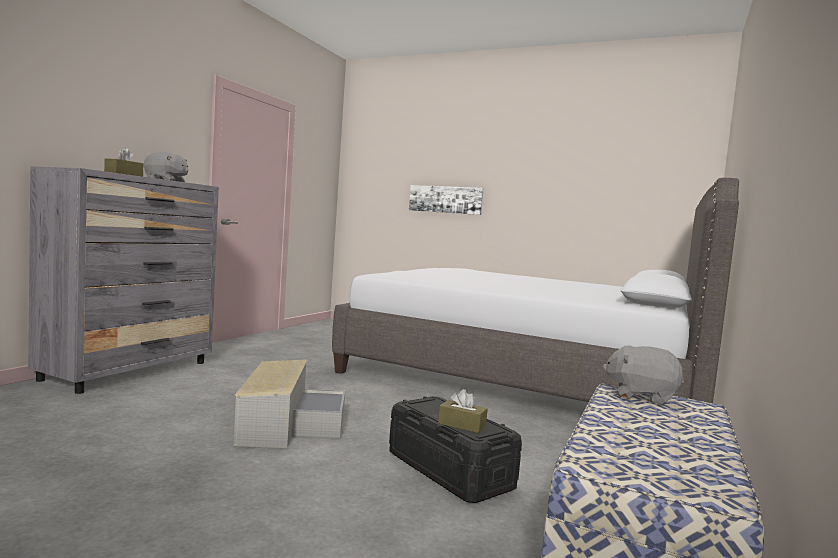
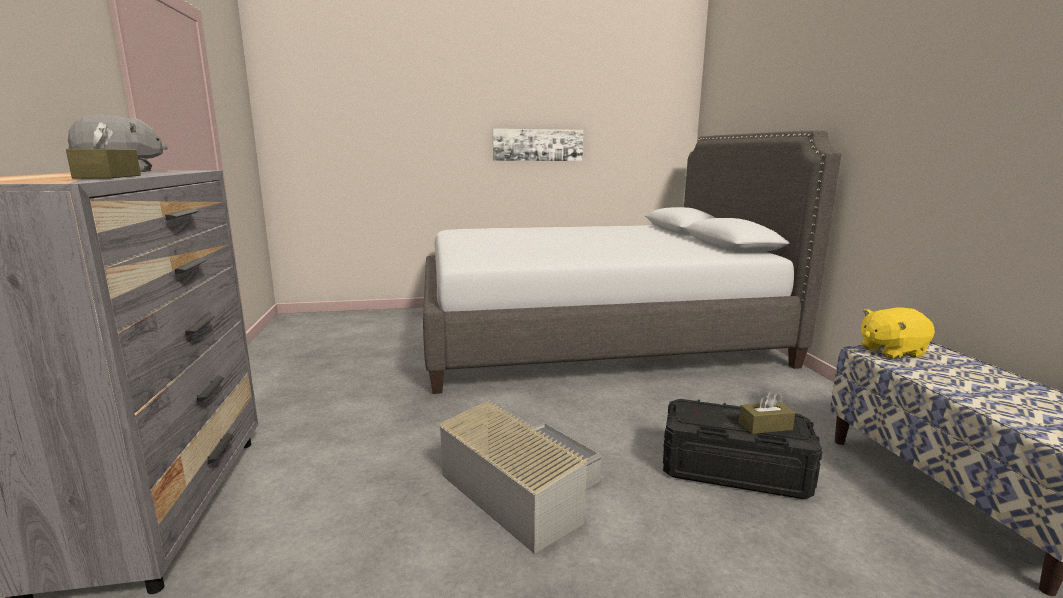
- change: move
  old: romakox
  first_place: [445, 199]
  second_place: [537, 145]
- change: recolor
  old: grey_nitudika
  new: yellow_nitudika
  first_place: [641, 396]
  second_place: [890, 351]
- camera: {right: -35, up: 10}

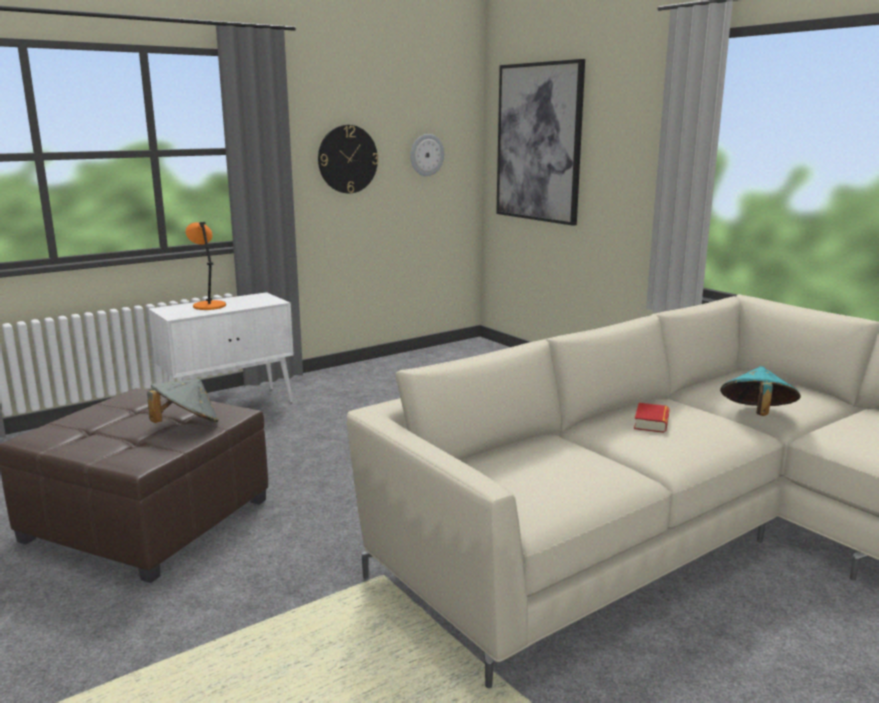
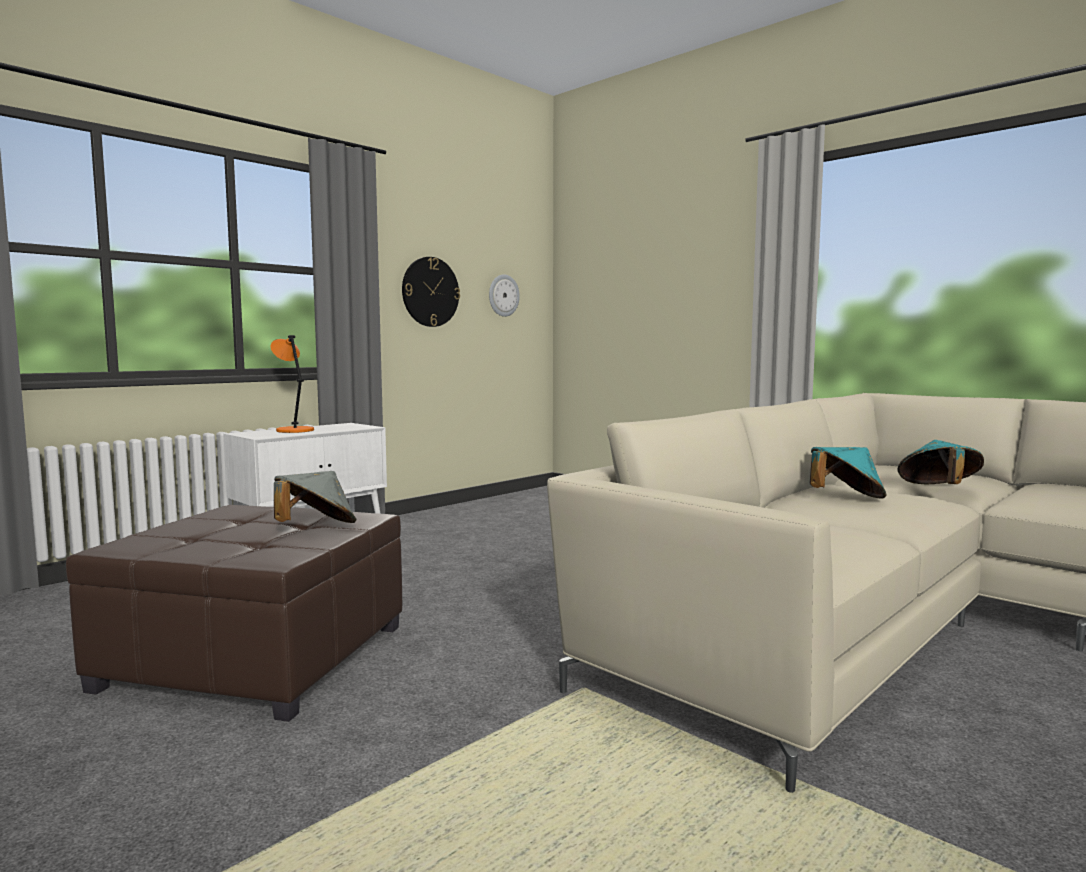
- change: delete
  old: romakox
  first_place: [539, 143]
- change: replace
  old: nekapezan
  new: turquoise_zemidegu
  first_place: [651, 423]
  second_place: [845, 498]
- camera: {right: -10, up: -10}

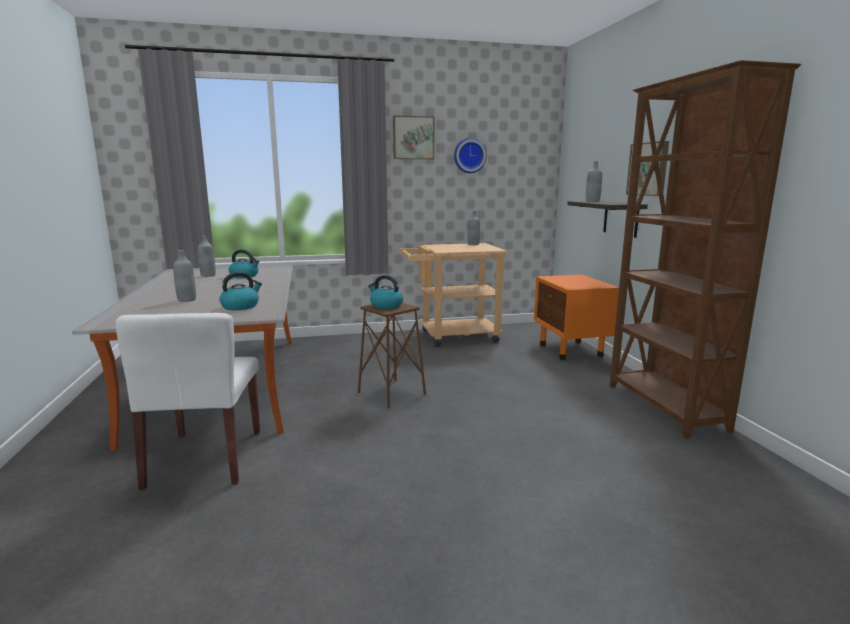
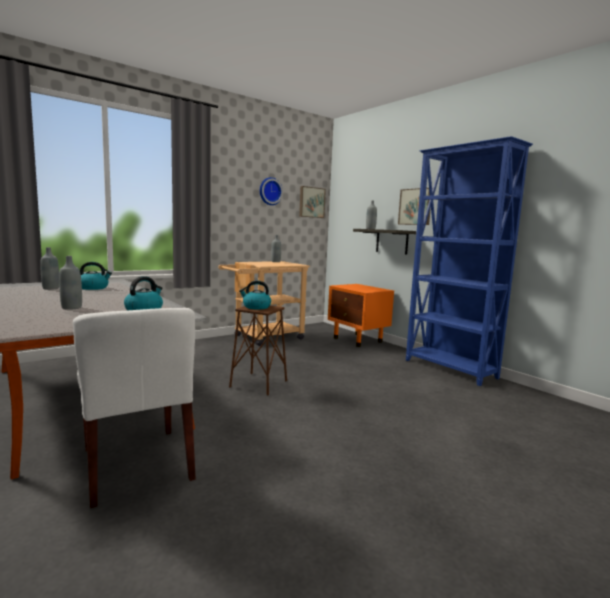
- change: recolor
  old: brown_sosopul
  new: blue_sosopul
  first_place: [664, 407]
  second_place: [450, 369]
- change: move
  old: romakox
  first_place: [413, 138]
  second_place: [311, 202]
- camera: {right: -25, up: -5}

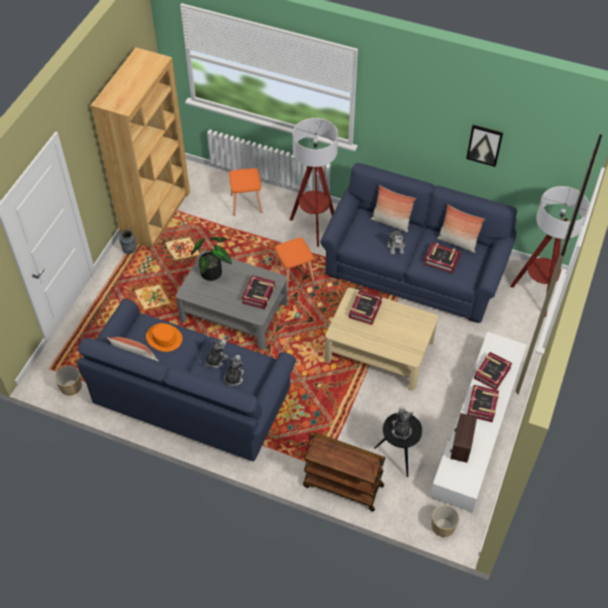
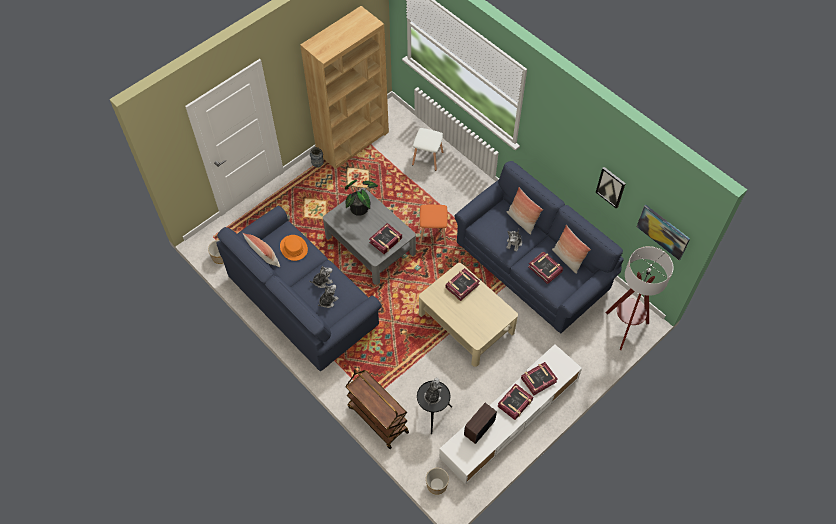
- change: delete
  old: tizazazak
  first_place: [314, 226]
- change: recolor
  old: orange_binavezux
  new: white_binavezux
  first_place: [247, 203]
  second_place: [428, 158]
- change: insert
  new: romakox
  second_place: [663, 231]
- camera: {right: 25, up: 5}

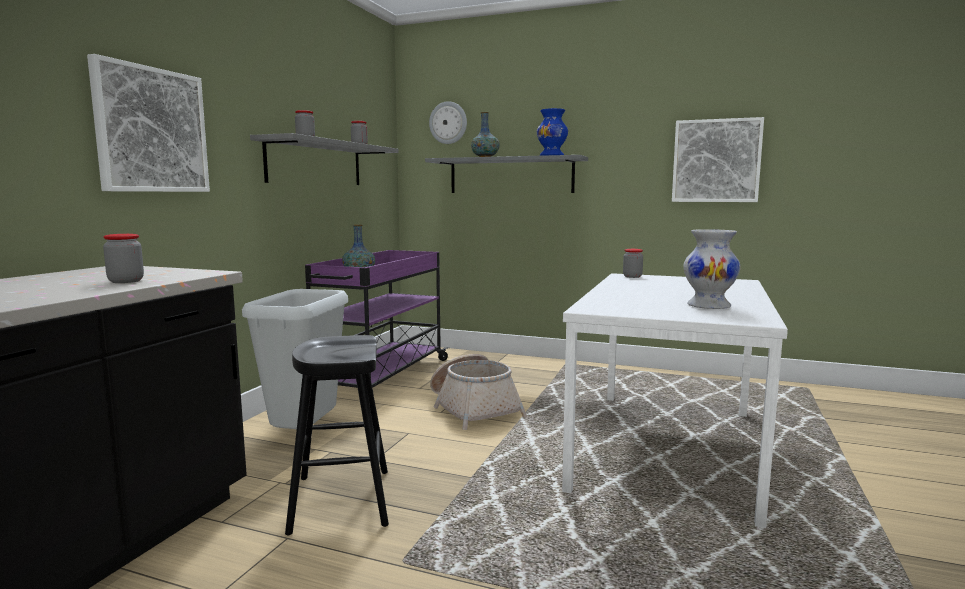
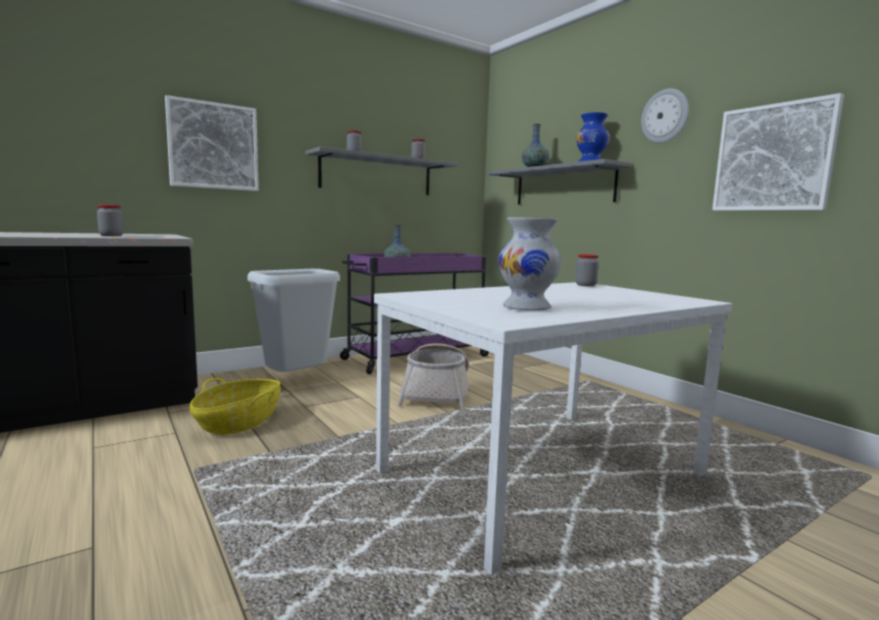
- change: move
  old: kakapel
  first_place: [448, 123]
  second_place: [665, 116]
- change: replace
  old: black_binavezux
  new: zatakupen
  first_place: [341, 500]
  second_place: [239, 423]
- camera: {right: 35, up: 0}

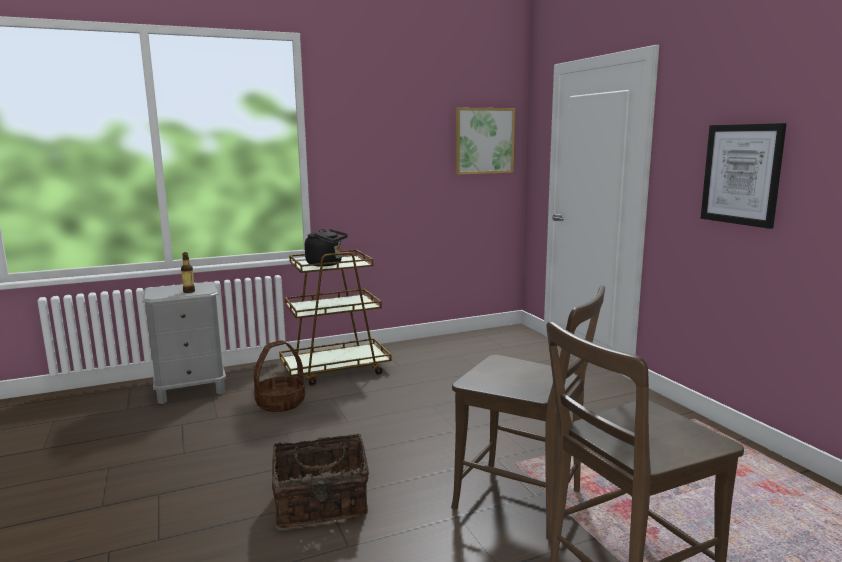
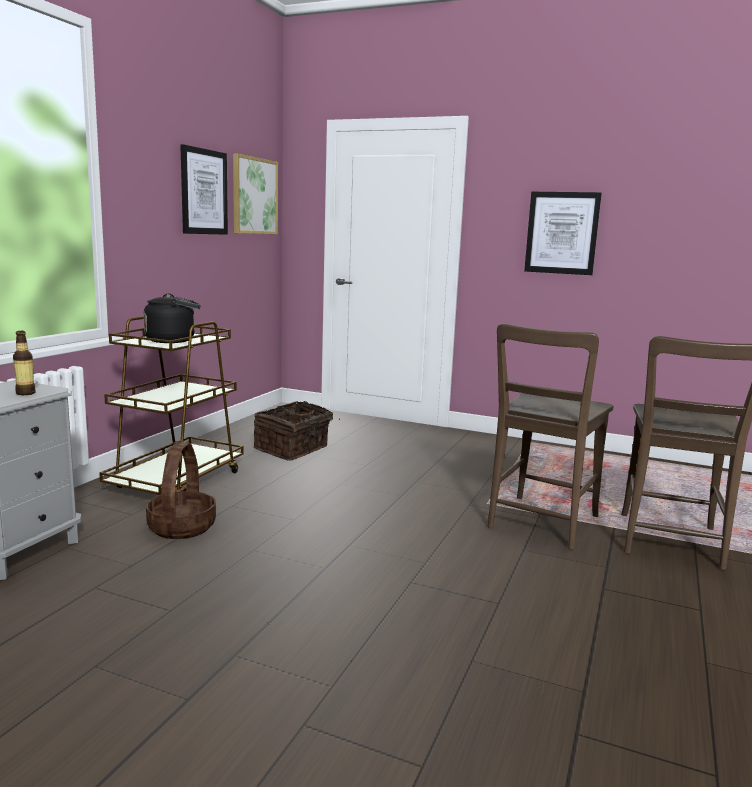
- change: rotate
  old: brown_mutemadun
  first_place: [524, 501]
  second_place: [541, 524]
  degrees: 135
- change: move
  old: zatakupen
  first_place: [321, 504]
  second_place: [293, 449]
- change: insert
  new: romakox
  second_place: [204, 192]
- camera: {right: -45, up: 0}

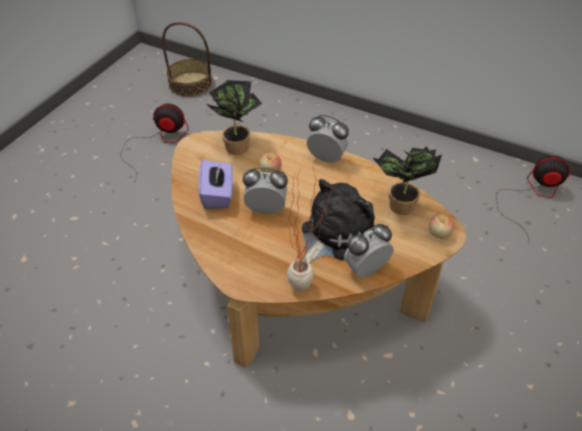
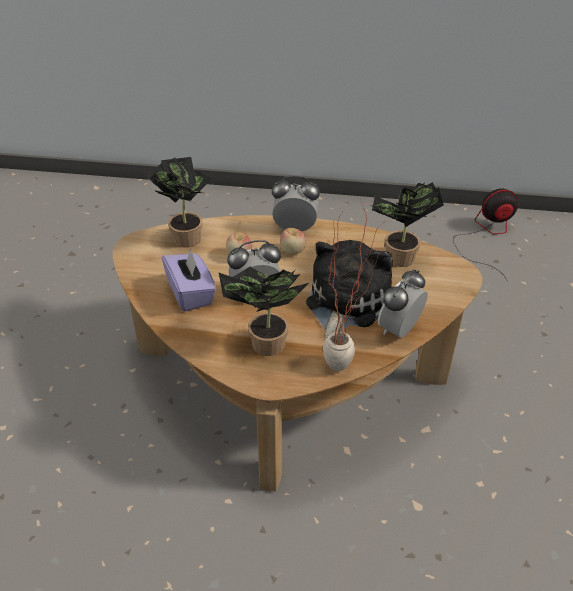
- change: delete
  old: zatakupen
  first_place: [190, 84]
- change: delete
  old: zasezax
  first_place: [158, 142]
- change: move
  old: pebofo
  first_place: [439, 234]
  second_place: [292, 251]
- change: insert
  new: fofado
  second_place: [263, 346]
- camera: {right: -20, up: -5}

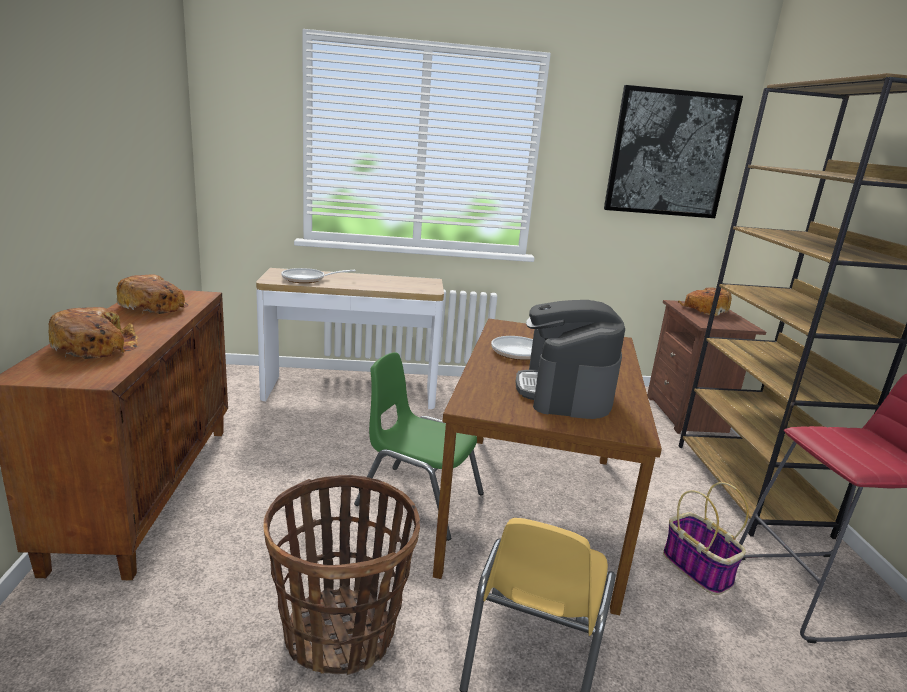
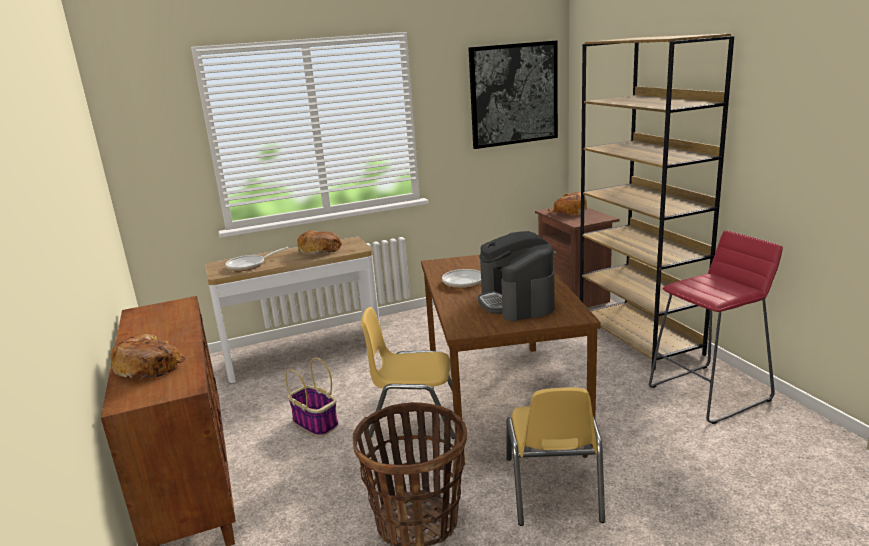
- change: move
  old: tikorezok
  first_place: [154, 306]
  second_place: [319, 250]
- change: recolor
  old: green_mutemadun
  new: yellow_mutemadun
  first_place: [419, 500]
  second_place: [415, 418]
- change: move
  old: zatakupen
  first_place: [698, 569]
  second_place: [316, 423]
- camera: {right: -15, up: 0}

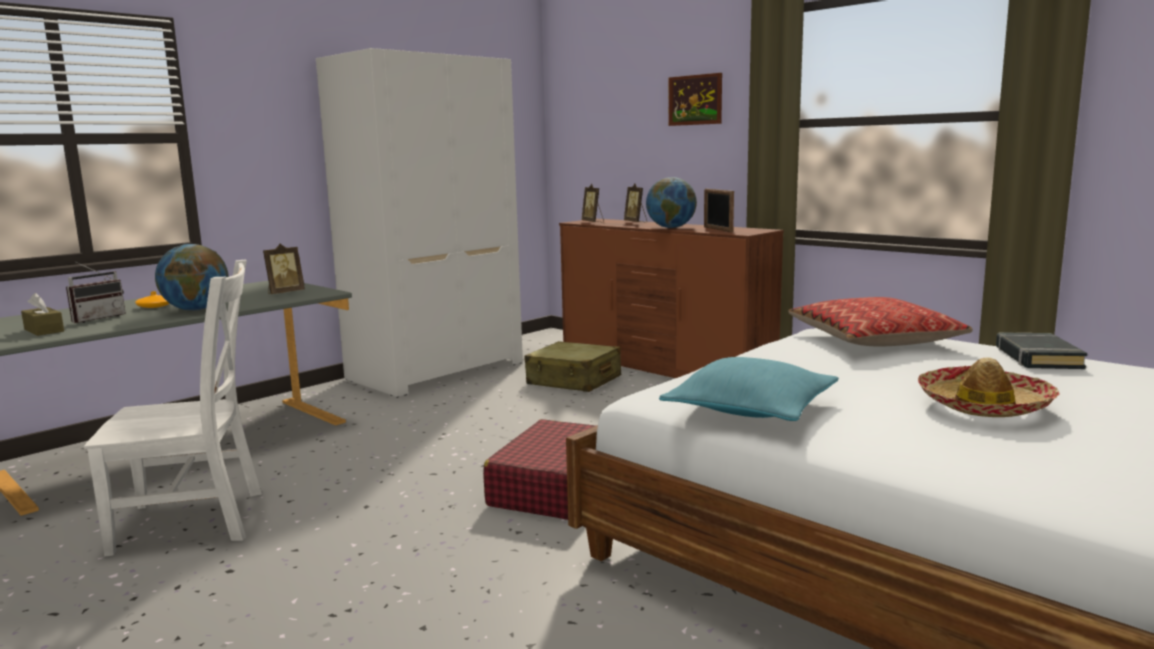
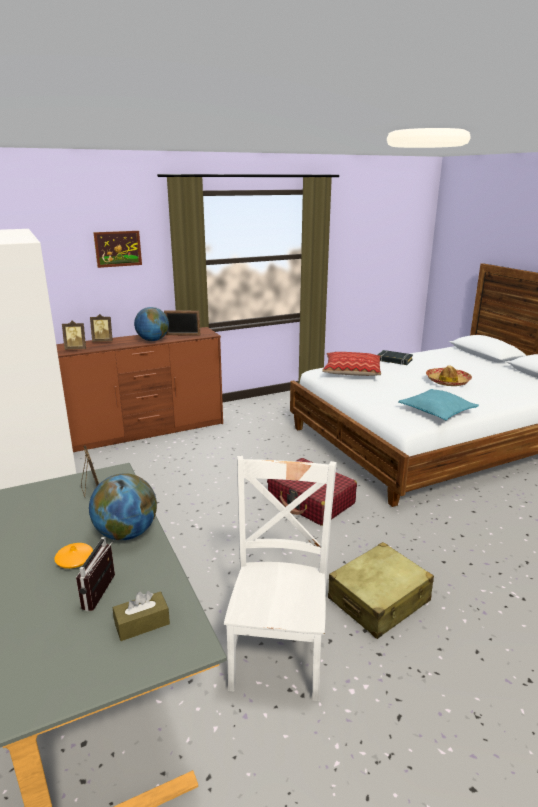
- change: rotate
  old: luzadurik
  first_place: [97, 318]
  second_place: [105, 593]
  degrees: -135
- change: move
  old: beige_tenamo
  first_place: [574, 381]
  second_place: [379, 600]
- camera: {right: -70, up: 10}

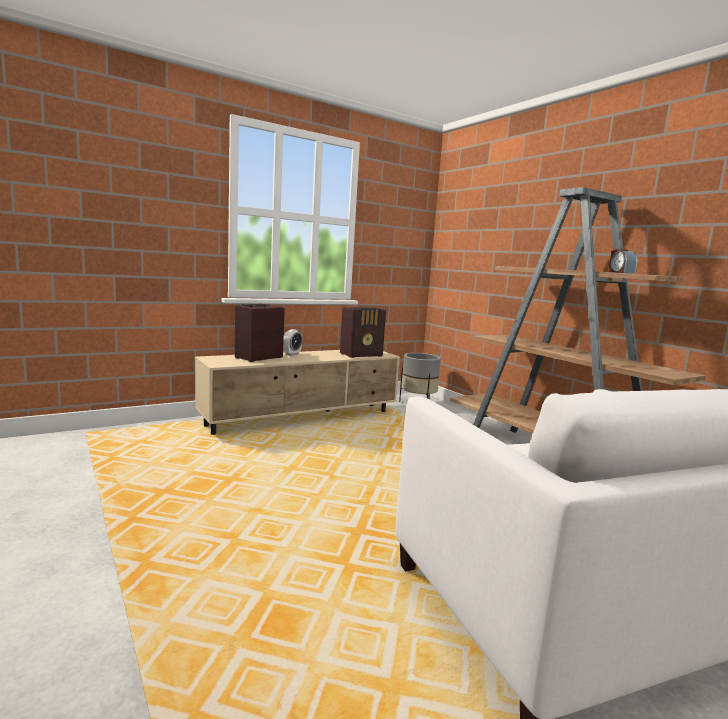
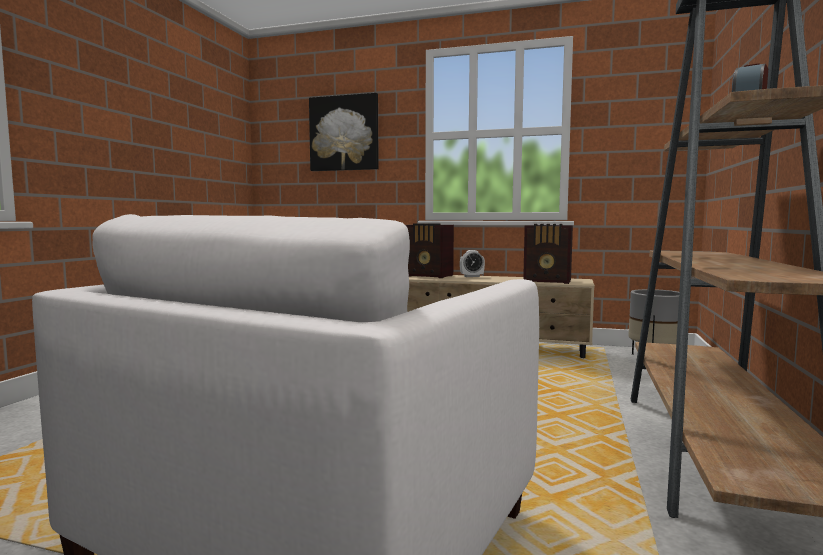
- change: rotate
  old: luzadurik
  first_place: [257, 357]
  second_place: [430, 276]
  degrees: -150
- change: insert
  new: romakox
  second_place: [344, 133]
- camera: {right: 50, up: -5}

